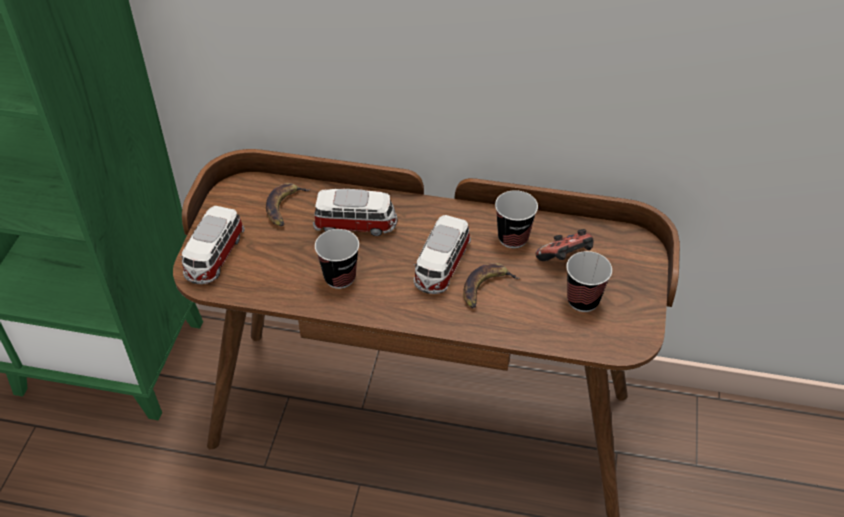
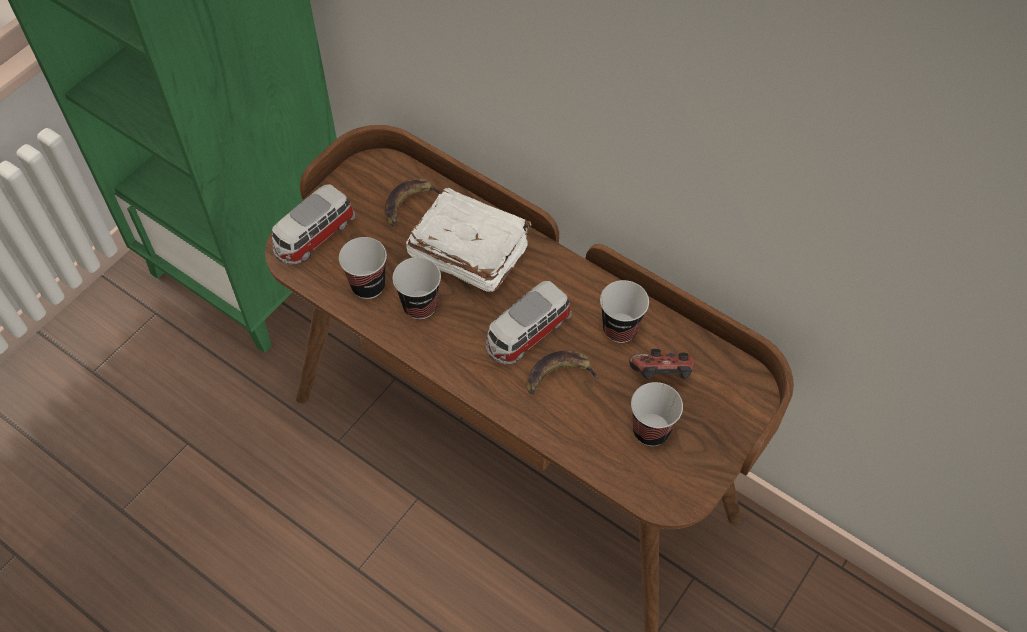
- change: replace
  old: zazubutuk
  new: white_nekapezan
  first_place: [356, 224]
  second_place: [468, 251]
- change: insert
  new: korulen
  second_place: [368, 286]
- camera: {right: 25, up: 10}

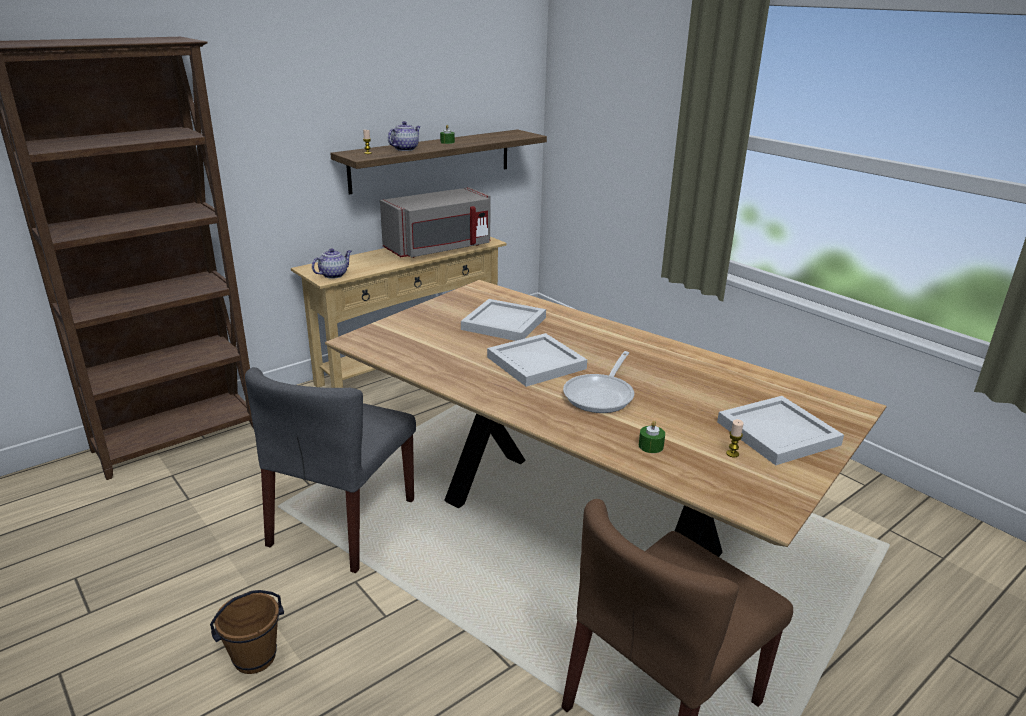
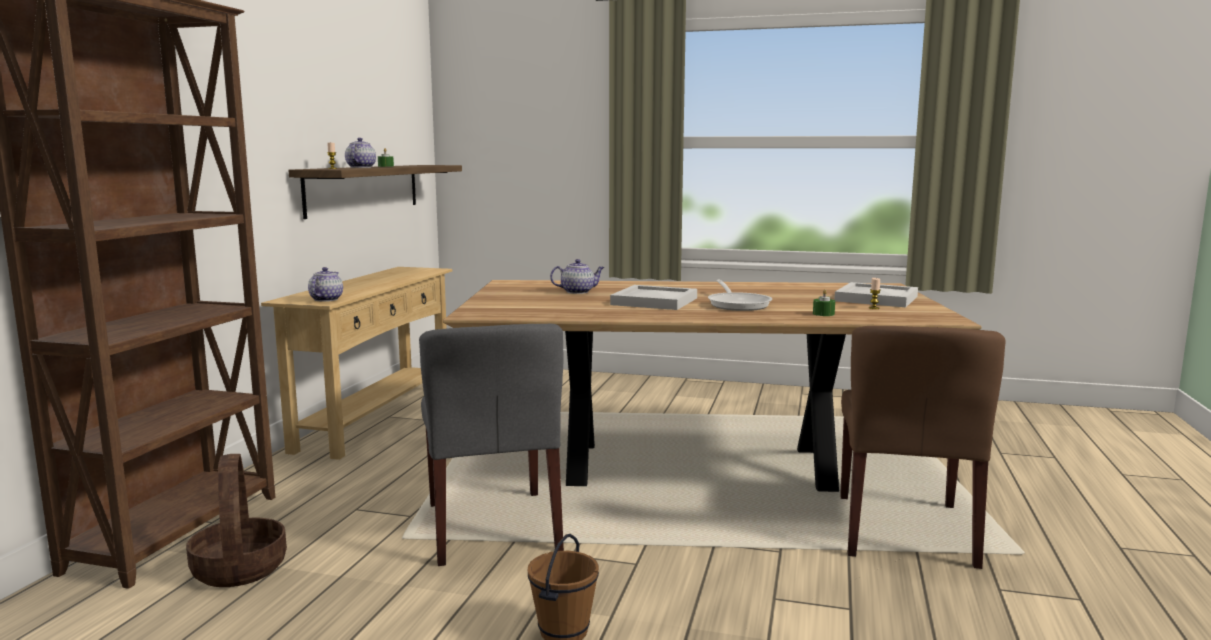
- change: delete
  old: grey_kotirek
  first_place: [439, 248]
- change: replace
  old: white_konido
  new: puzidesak
  first_place: [505, 323]
  second_place: [578, 292]
- change: insert
  new: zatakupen
  second_place: [239, 568]
- camera: {right: -35, up: -15}

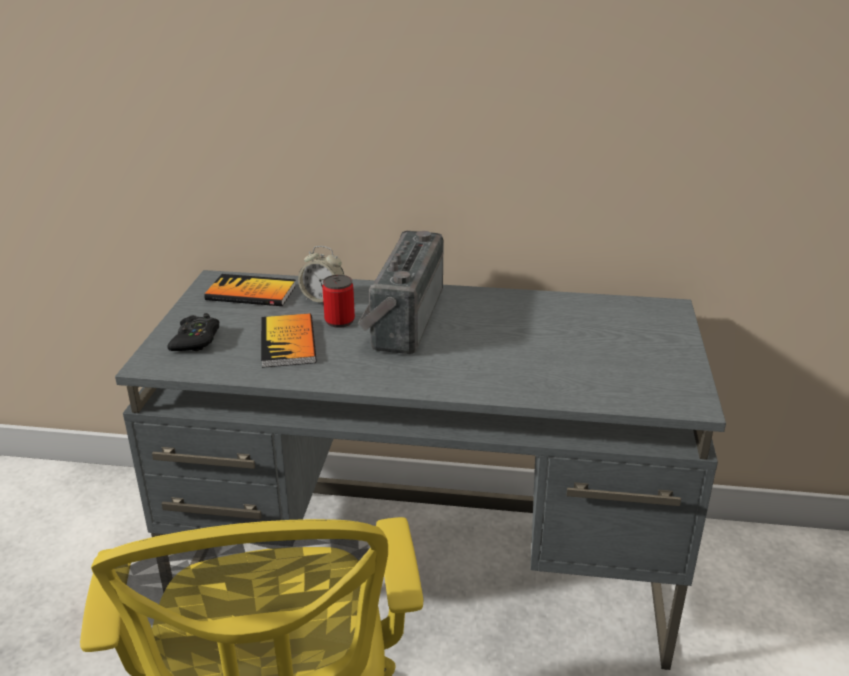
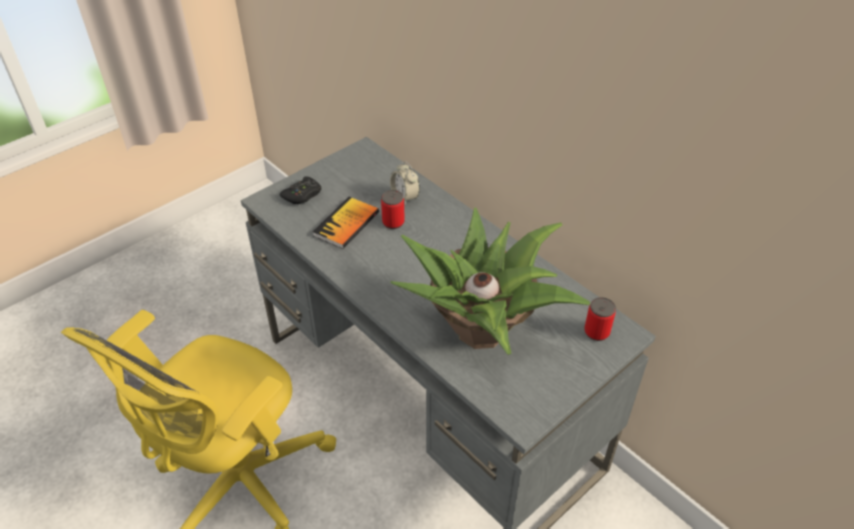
- change: delete
  old: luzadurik
  first_place: [401, 319]
- change: delete
  old: nekapezan
  first_place: [251, 293]
- change: insert
  new: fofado
  second_place: [483, 331]
- change: insert
  new: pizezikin
  second_place: [596, 332]
- camera: {right: 40, up: 15}

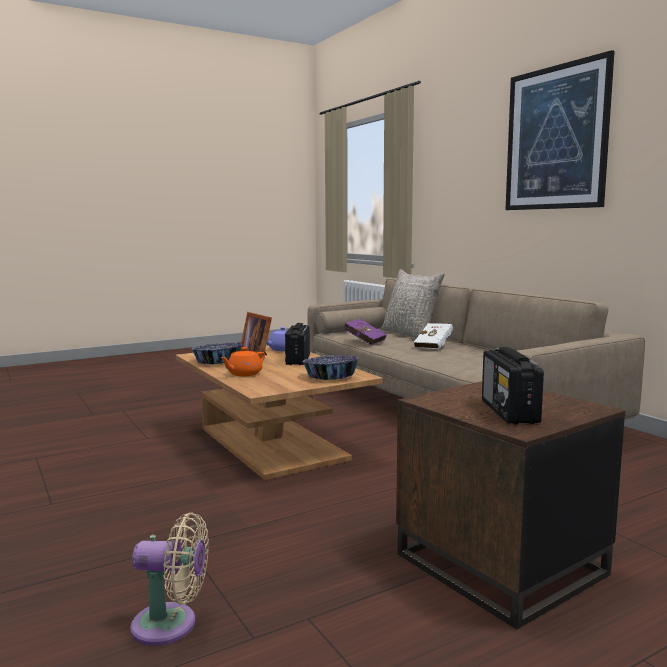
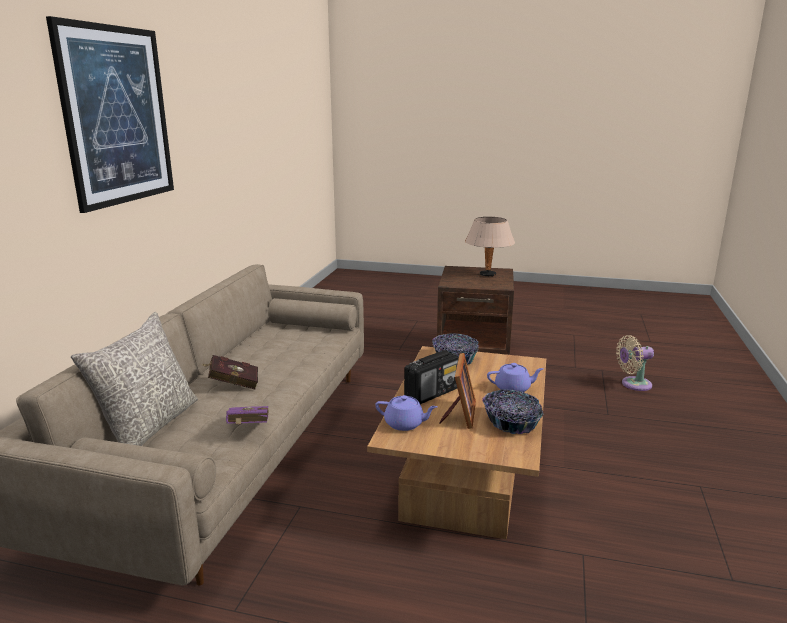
- change: recolor
  old: white_nekapezan
  new: red_nekapezan
  first_place: [434, 346]
  second_place: [232, 384]
- change: recolor
  old: orange_puzidesak
  new: purple_puzidesak
  first_place: [244, 374]
  second_place: [513, 388]
- change: replace
  old: luzadurik
  new: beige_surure
  first_place: [509, 412]
  second_place: [487, 274]
- change: rotate
  old: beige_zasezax
  first_place: [171, 625]
  second_place: [633, 384]
  degrees: -60
- camera: {right: -135, up: 10}

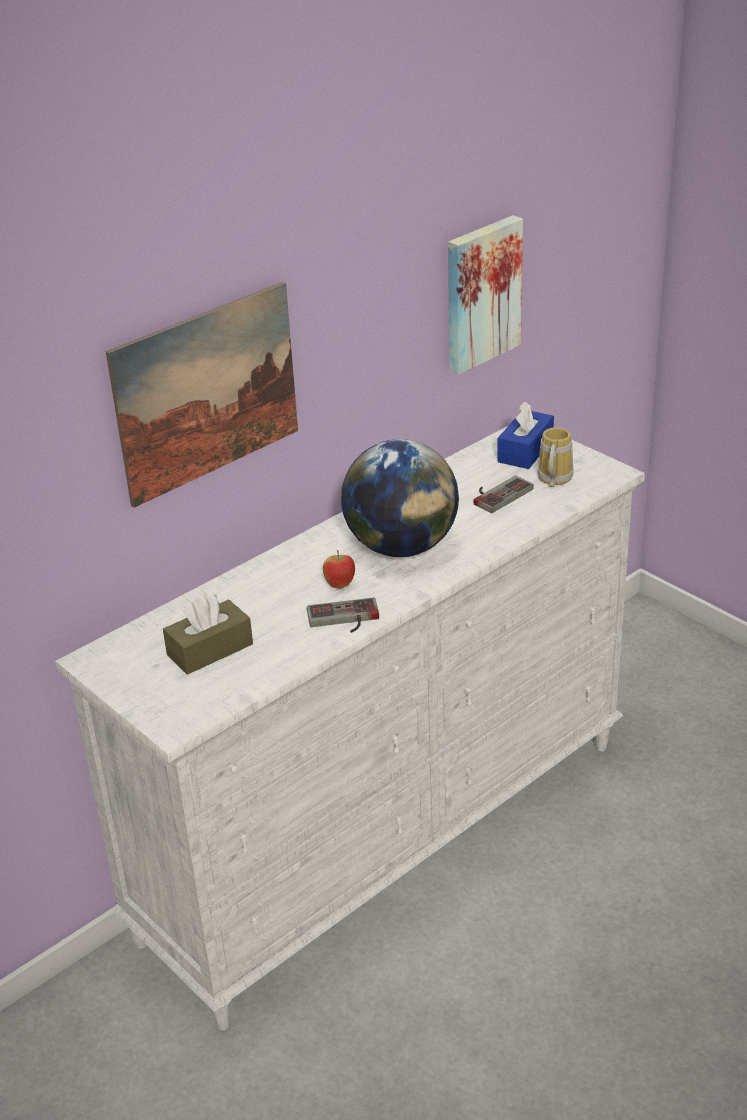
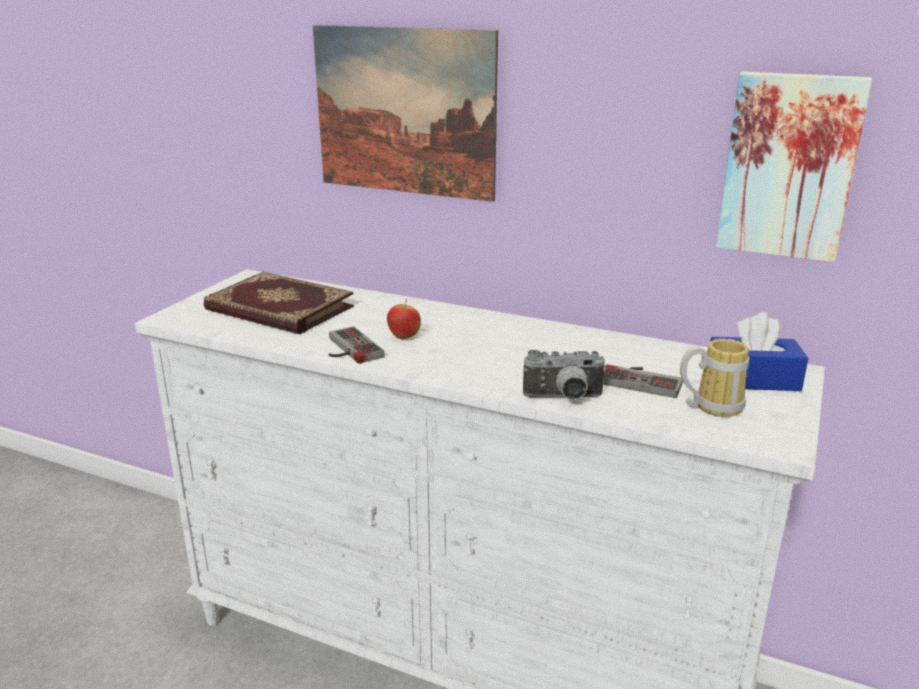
- change: delete
  old: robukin
  first_place: [401, 546]
- change: replace
  old: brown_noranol
  new: nekapezan
  first_place: [210, 649]
  second_place: [278, 309]
- change: insert
  new: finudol
  second_place: [564, 398]
- camera: {right: 65, up: -10}

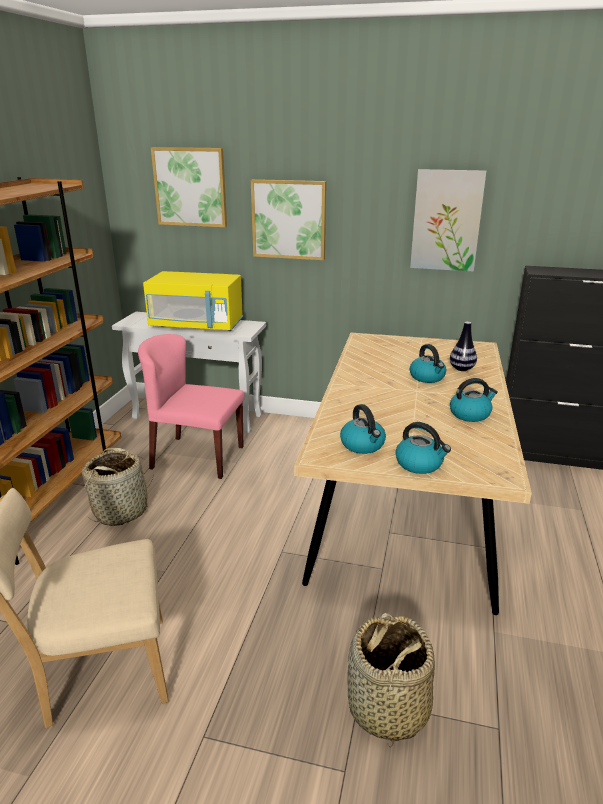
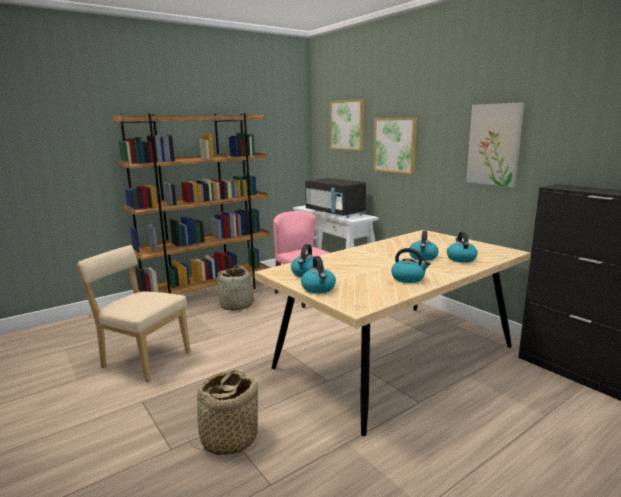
- change: recolor
  old: yellow_kotirek
  new: black_kotirek
  first_place: [197, 325]
  second_place: [335, 213]
- change: replace
  old: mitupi
  new: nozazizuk
  first_place: [461, 369]
  second_place: [461, 258]
- camera: {right: 40, up: -10}

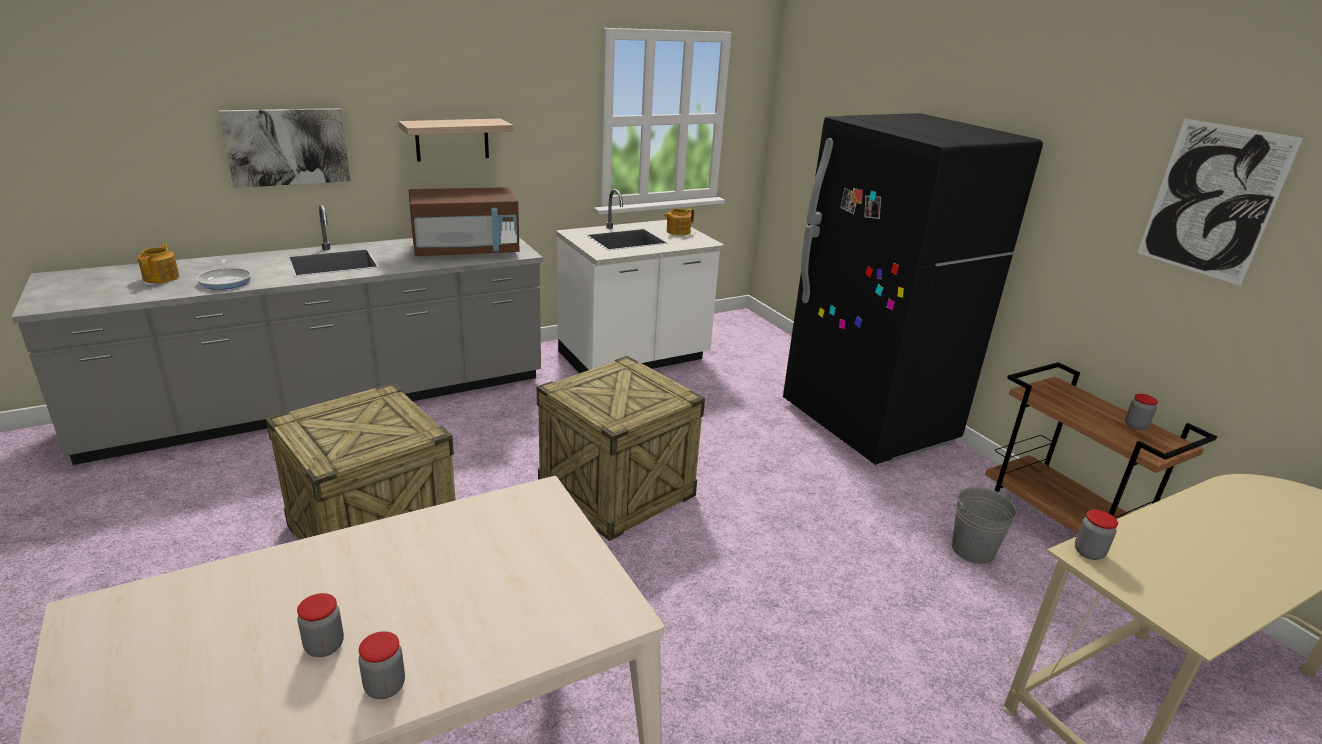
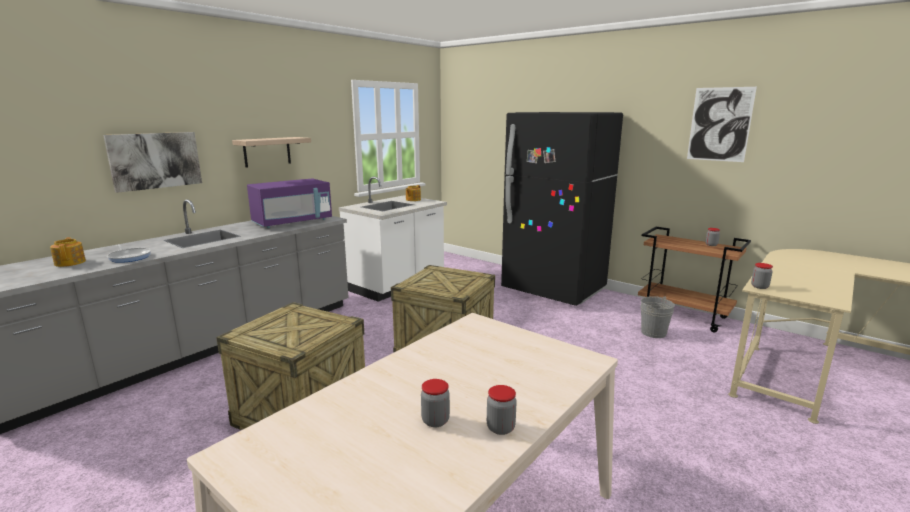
- change: recolor
  old: brown_kotirek
  new: purple_kotirek
  first_place: [466, 251]
  second_place: [292, 222]
- camera: {right: -20, up: -10}

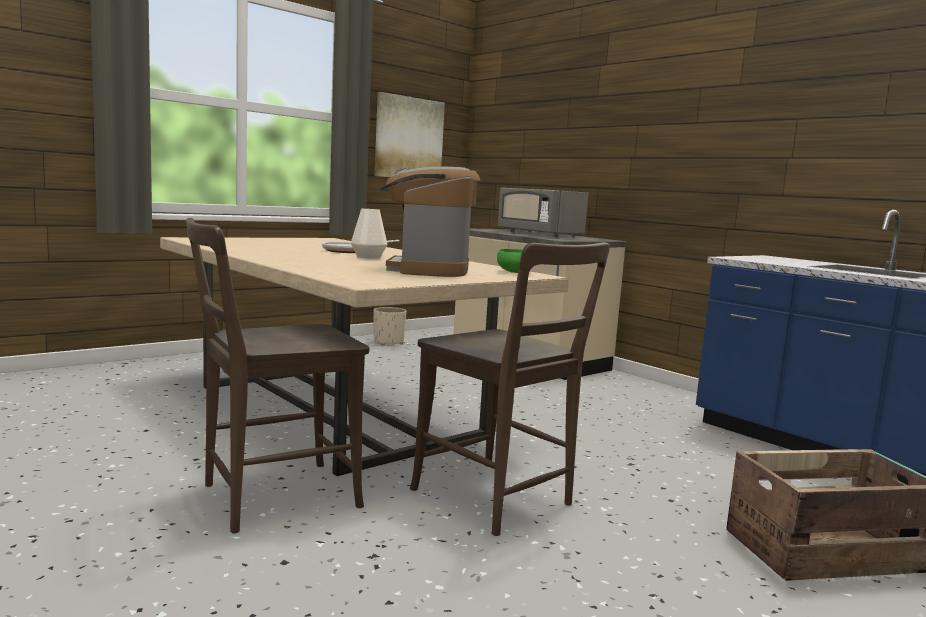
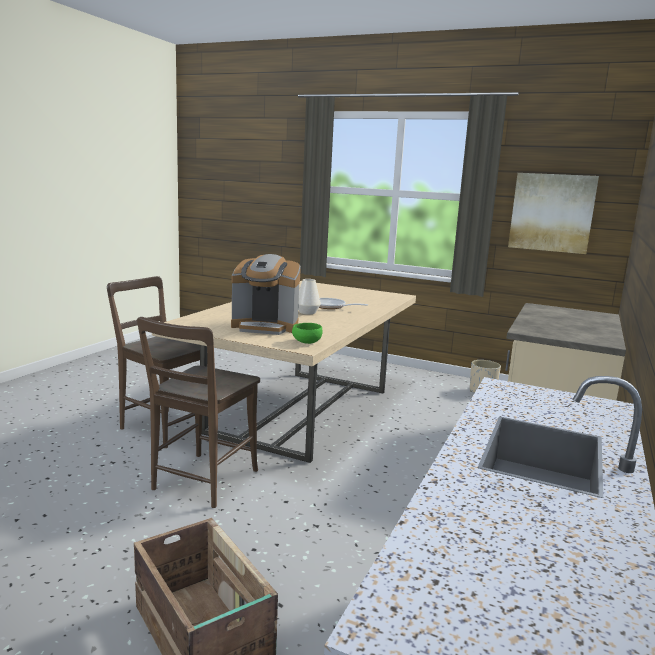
- change: rotate
  old: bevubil
  first_place: [427, 270]
  second_place: [265, 327]
  degrees: -150
- change: delete
  old: grey_kotirek
  first_place: [538, 234]
- camera: {right: 65, up: 5}

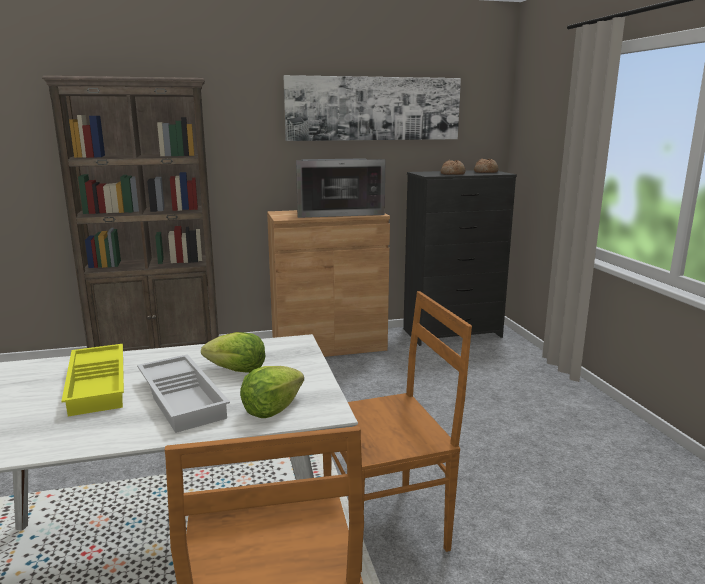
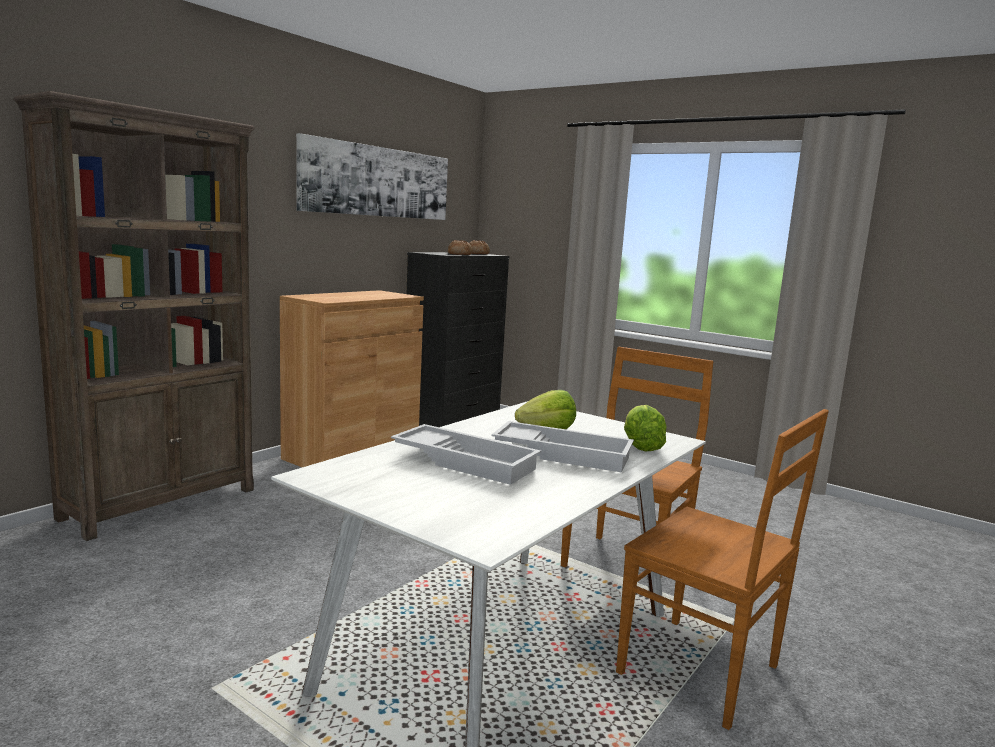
- change: delete
  old: kotirek
  first_place: [338, 212]
- change: recolor
  old: yellow_konido
  new: white_konido
  first_place: [99, 385]
  second_place: [466, 461]
- camera: {right: -40, up: -5}

